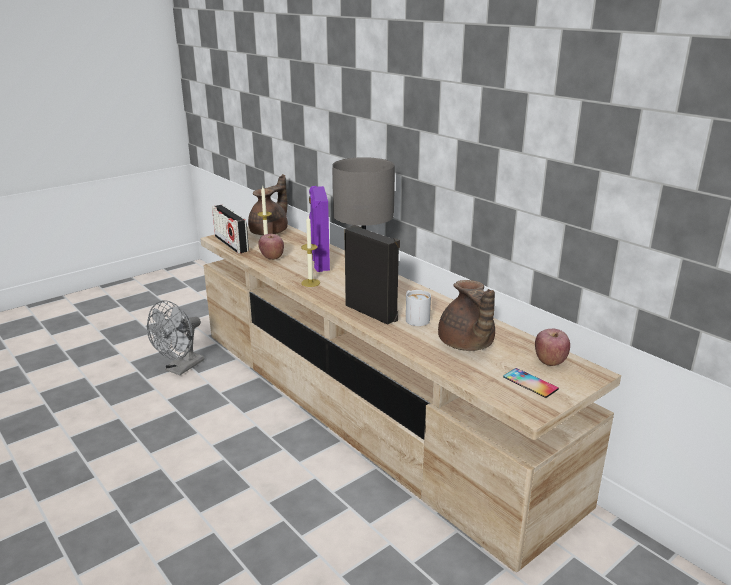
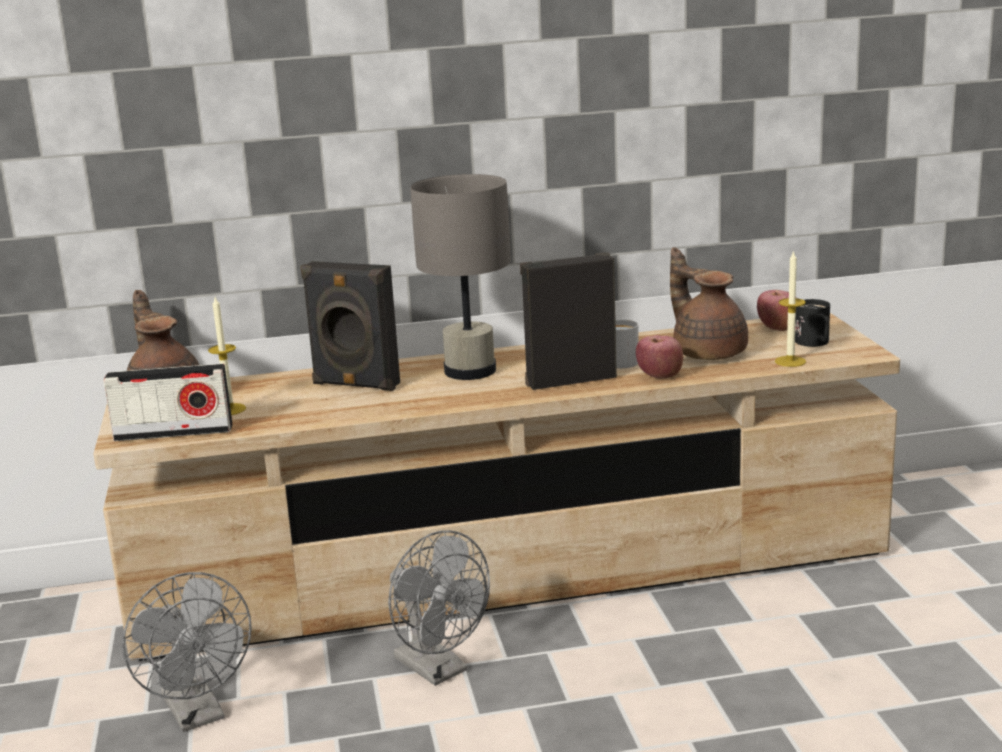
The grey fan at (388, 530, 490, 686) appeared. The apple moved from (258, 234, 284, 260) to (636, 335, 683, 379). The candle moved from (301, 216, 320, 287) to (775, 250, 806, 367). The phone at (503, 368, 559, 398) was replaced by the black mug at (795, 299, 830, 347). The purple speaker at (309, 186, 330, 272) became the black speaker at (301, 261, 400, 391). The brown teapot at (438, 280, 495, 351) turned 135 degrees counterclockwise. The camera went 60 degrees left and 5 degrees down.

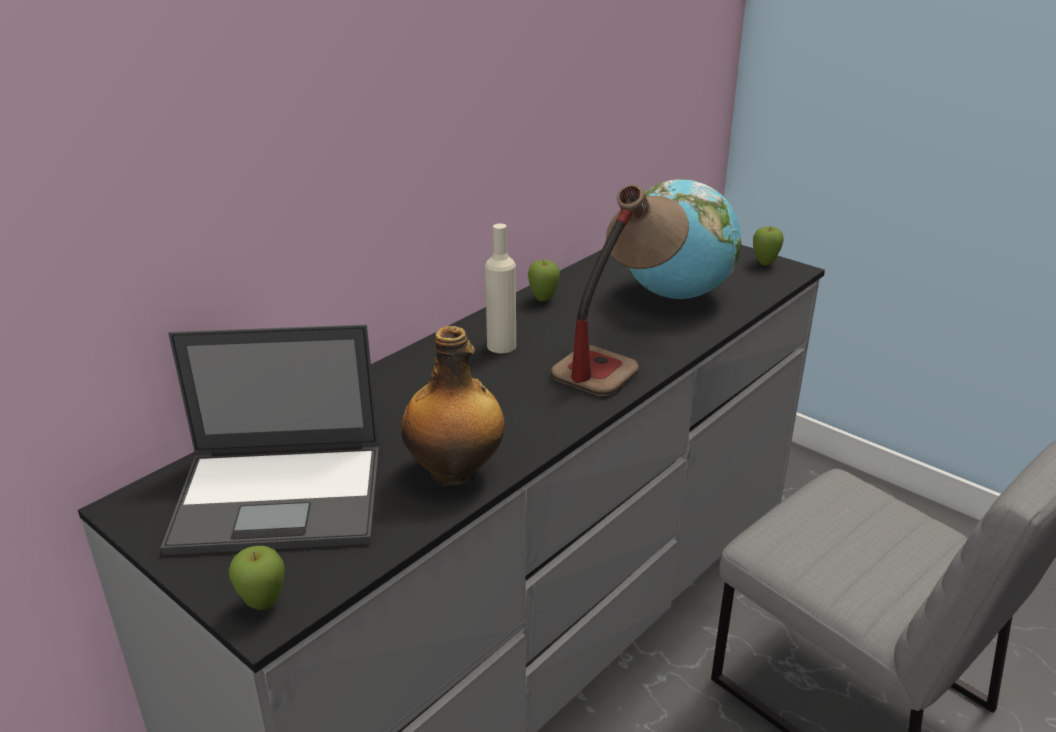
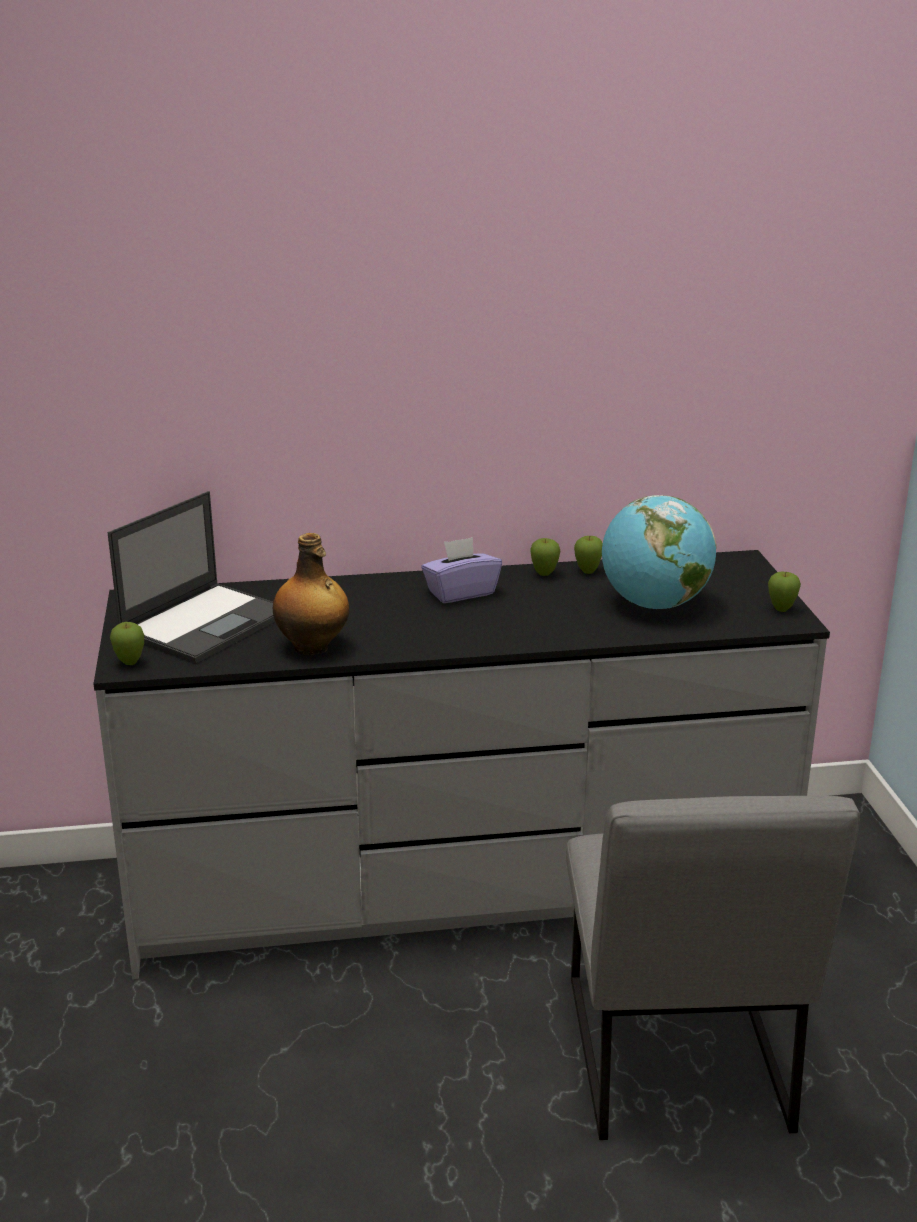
The table lamp at (551, 185, 689, 396) disappeared. The apple at (574, 536, 603, 574) appeared. The beige bottle at (485, 223, 516, 353) was replaced by the purple tissue box at (421, 537, 502, 603). The laptop at (161, 324, 379, 555) turned 90 degrees counterclockwise. The camera went 40 degrees right and 5 degrees down.

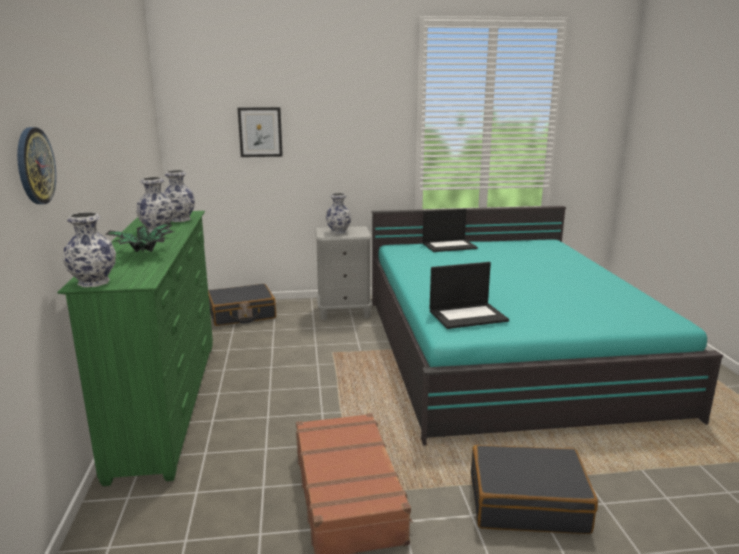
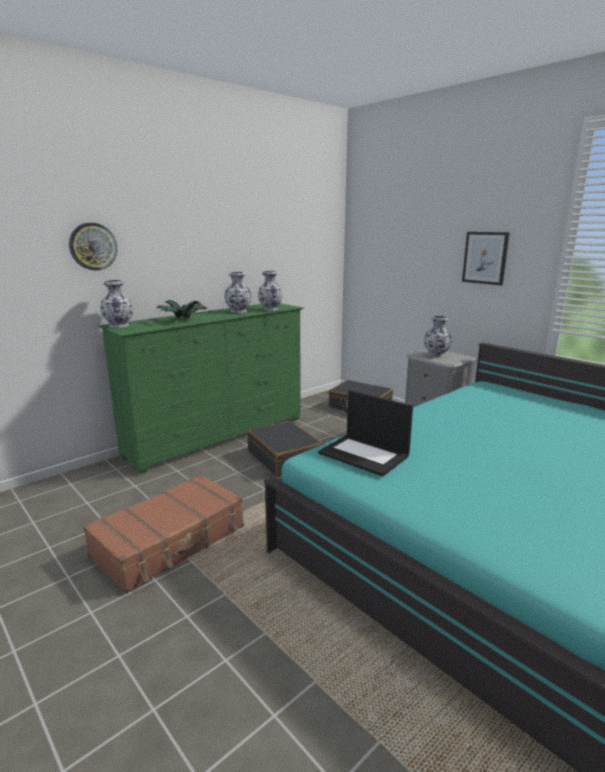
The laptop at (423, 209, 478, 252) disappeared. The picture moved from (238, 107, 283, 157) to (462, 232, 510, 286). The black suitcase moved from (471, 445, 598, 534) to (247, 421, 322, 477). The camera went 55 degrees right and 0 degrees up.

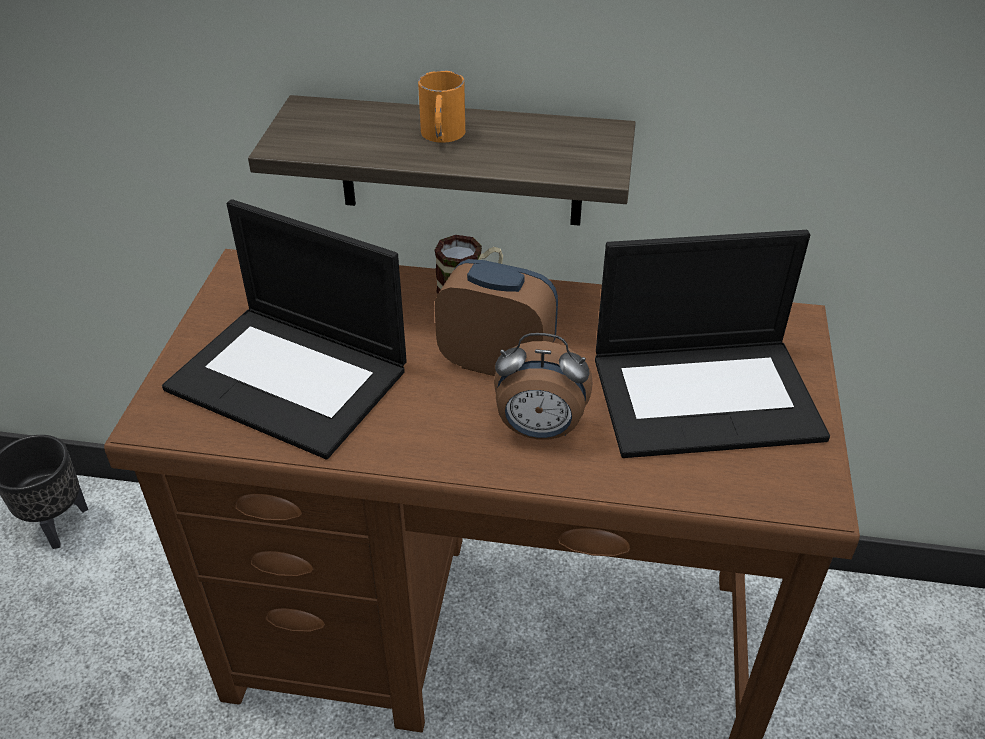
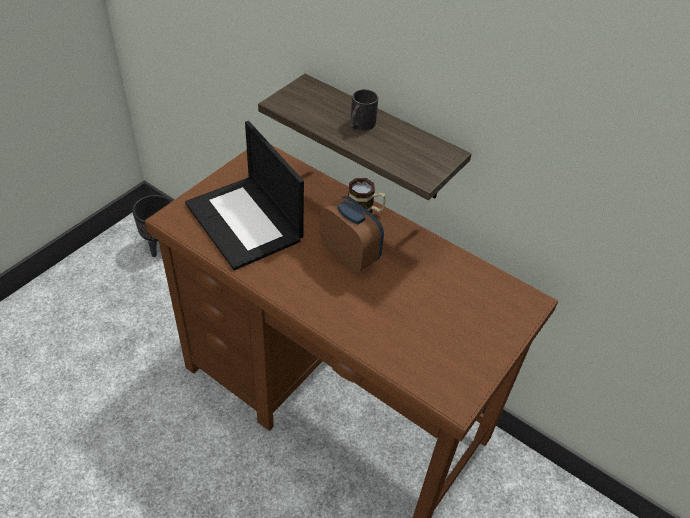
The alarm clock at (494, 333, 592, 440) disappeared. The laptop at (595, 230, 830, 458) disappeared. The orange mug at (418, 71, 465, 143) became the black mug at (350, 89, 378, 131). The camera went 25 degrees right and 5 degrees up.

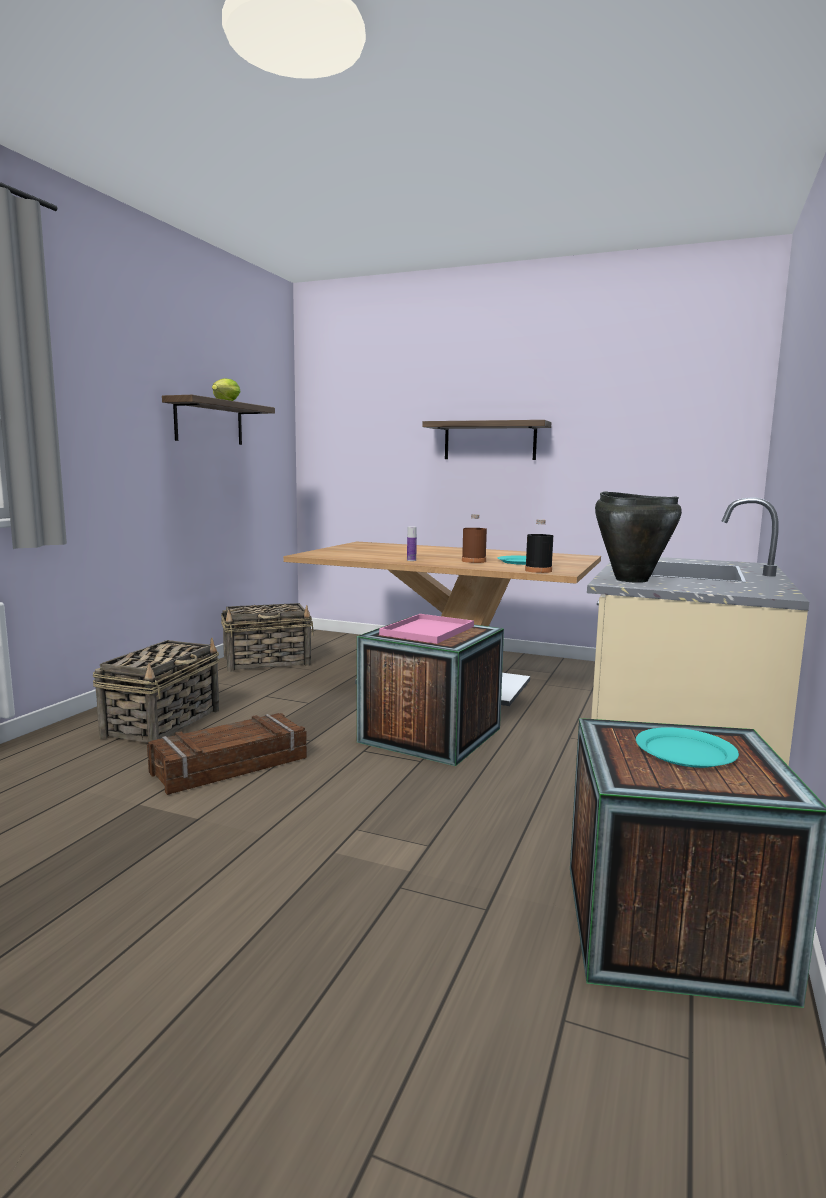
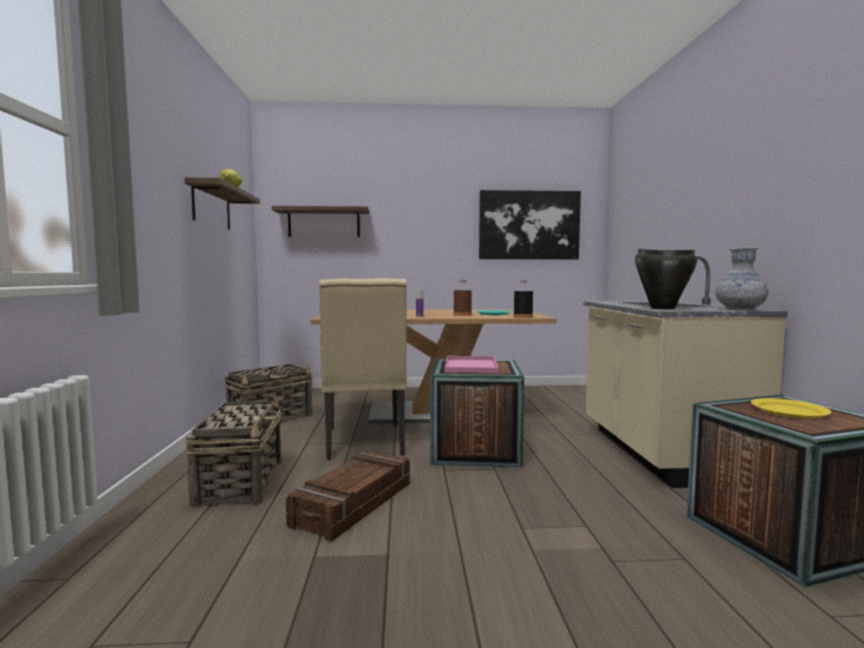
The beige chair at (319, 278, 407, 460) appeared. The picture at (479, 190, 581, 259) appeared. The vase at (716, 247, 769, 310) appeared. The shelf moved from (423, 420, 551, 460) to (271, 206, 370, 237). The turquoise plate at (636, 727, 739, 768) became the yellow plate at (751, 398, 831, 419). The camera went 25 degrees left and 5 degrees down.

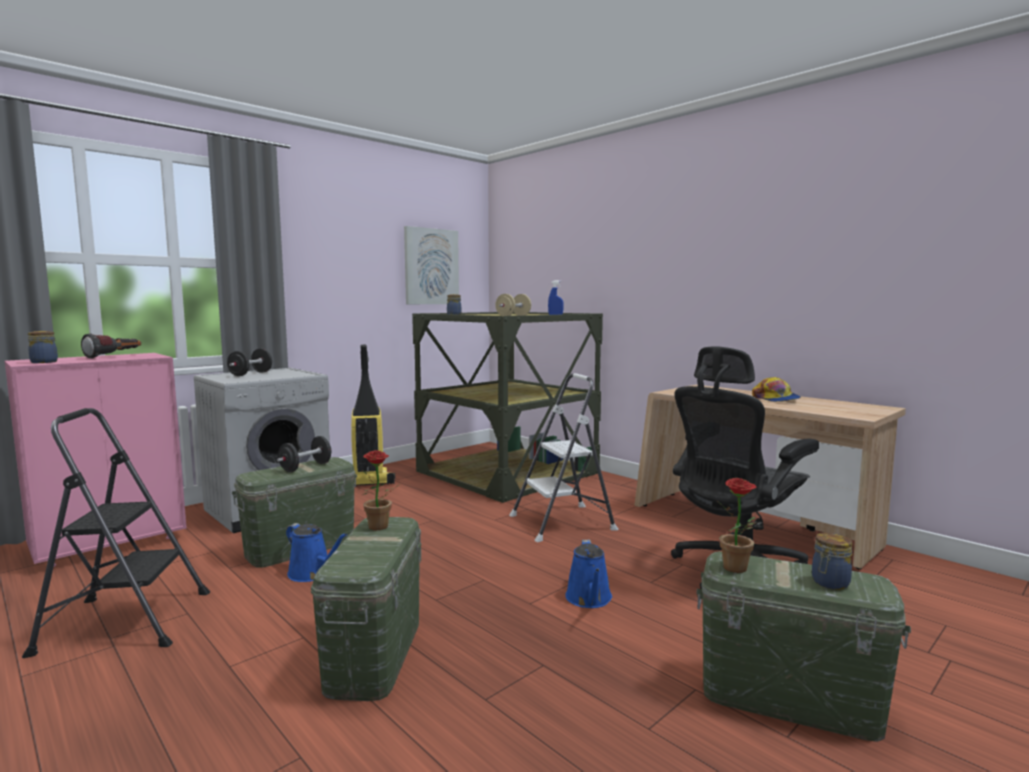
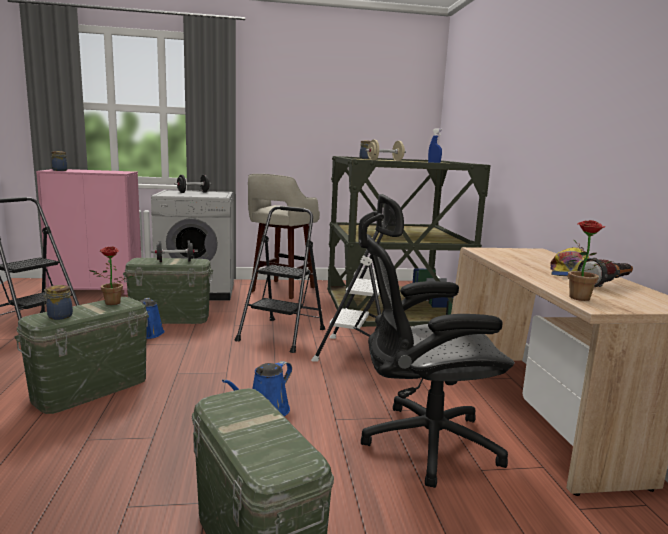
The picture at (404, 226, 459, 304) disappeared. The black step ladder at (234, 206, 325, 353) appeared. The flashlight moved from (81, 334, 141, 359) to (577, 258, 633, 287). The potted plant moved from (717, 478, 758, 573) to (568, 220, 612, 301). The jar moved from (812, 533, 853, 590) to (44, 285, 73, 320). The vacuum cleaner at (351, 344, 395, 486) was replaced by the beige stool at (248, 174, 320, 299). The camera went 35 degrees right and 5 degrees up.

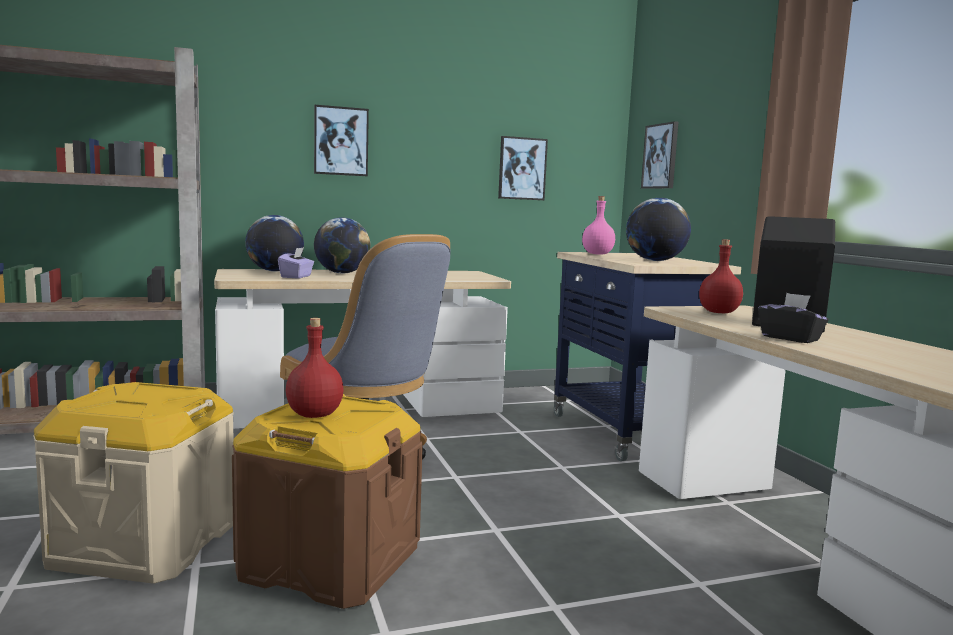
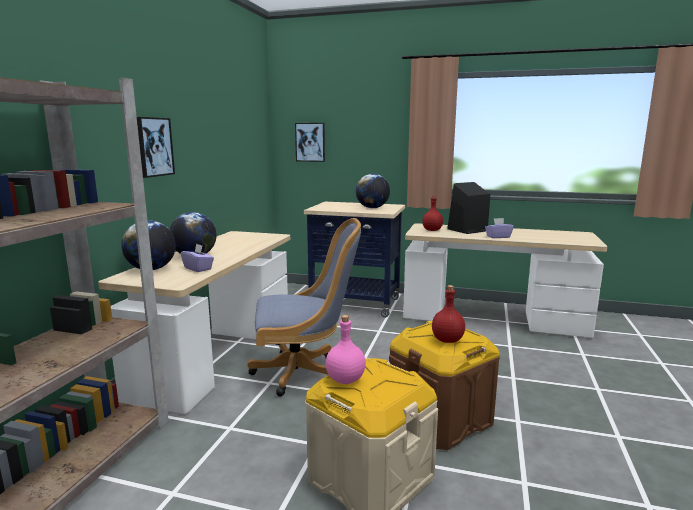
The picture at (498, 136, 548, 200) disappeared. The pink bottle moved from (582, 196, 615, 255) to (326, 315, 366, 384). The black tissue box at (758, 293, 828, 343) became the purple tissue box at (485, 218, 514, 238). The camera went 55 degrees left and 5 degrees up.

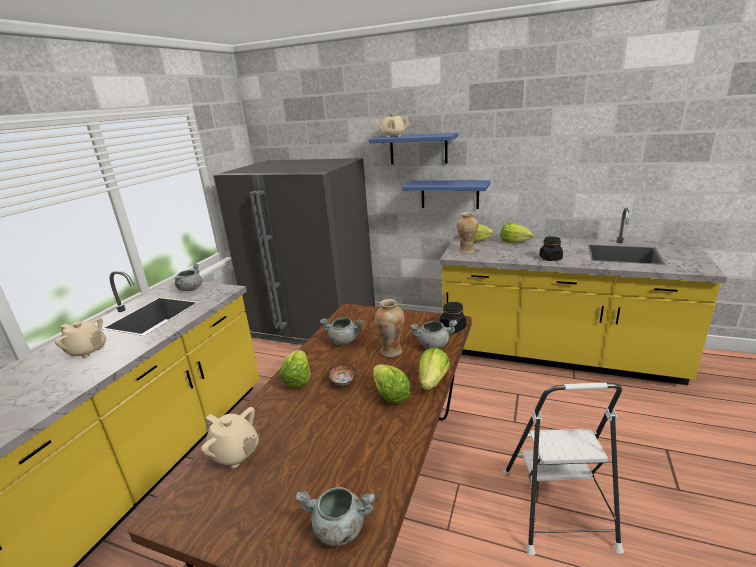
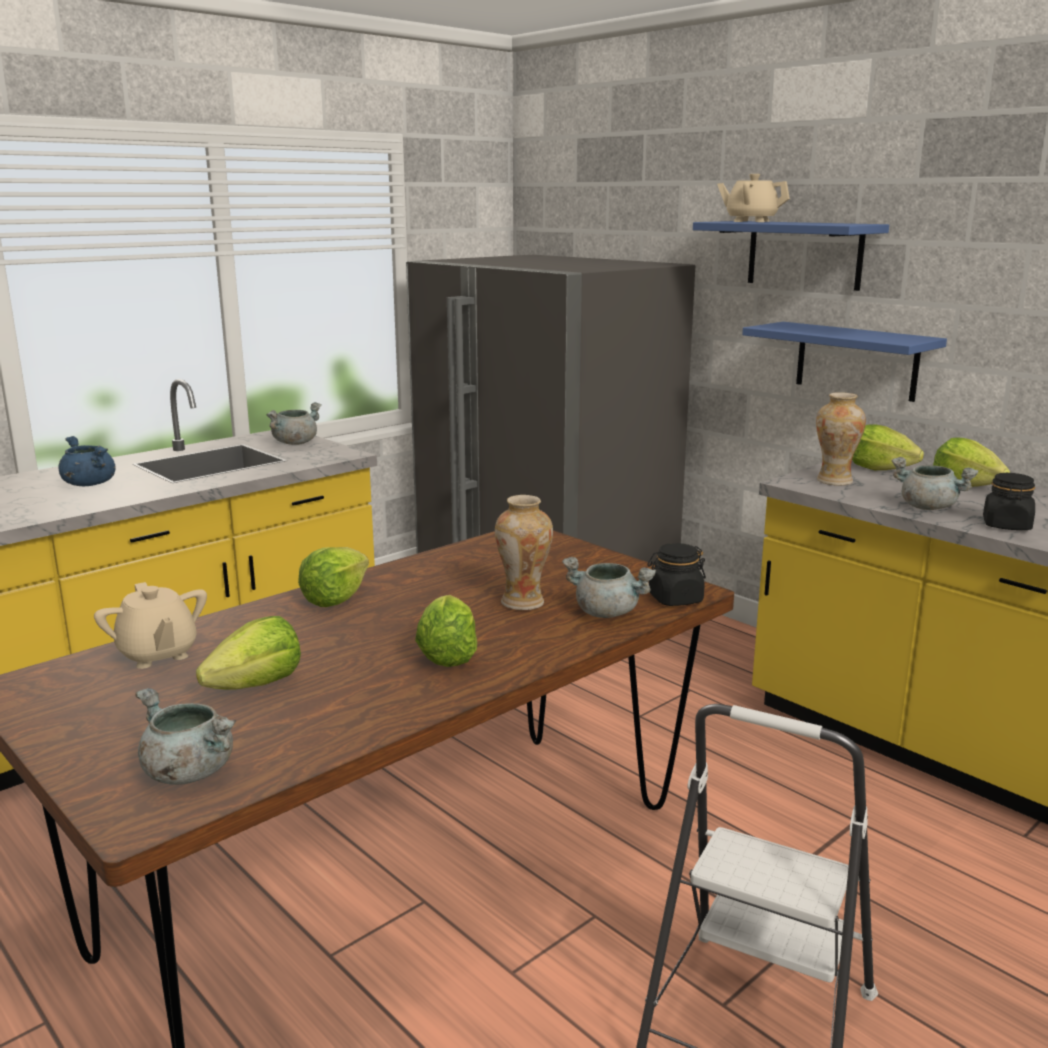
The bowl at (328, 364, 357, 385) disappeared. The grey cooking pot moved from (320, 318, 364, 345) to (892, 457, 978, 510). The lettuce moved from (419, 348, 450, 391) to (196, 616, 301, 690). The beige teapot at (55, 317, 106, 359) was replaced by the blue cooking pot at (59, 436, 116, 486). The camera went 25 degrees right and 5 degrees down.

